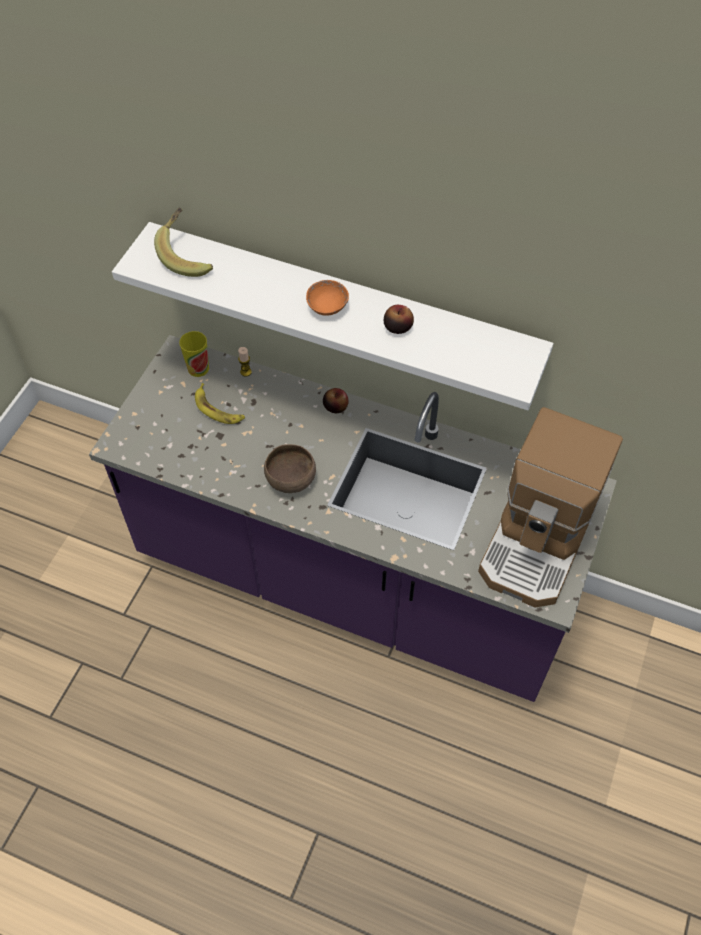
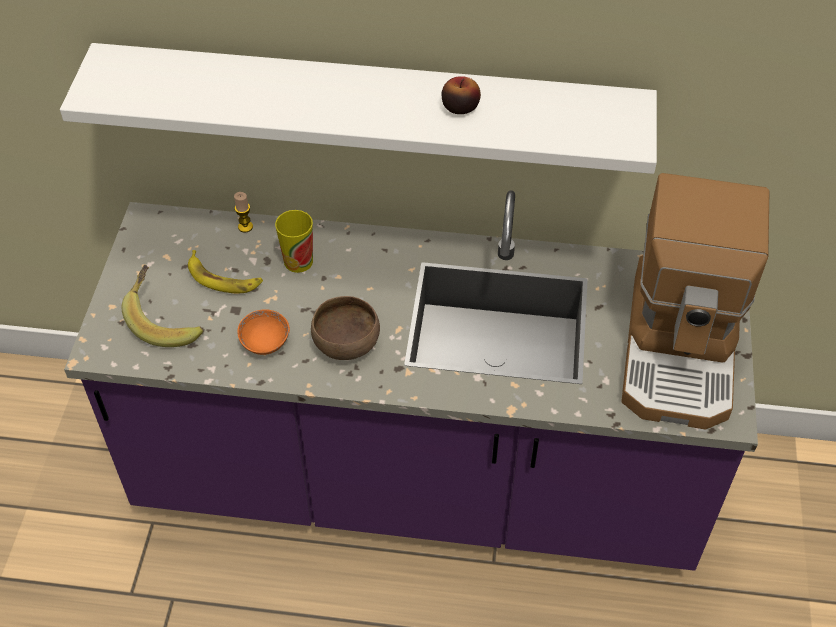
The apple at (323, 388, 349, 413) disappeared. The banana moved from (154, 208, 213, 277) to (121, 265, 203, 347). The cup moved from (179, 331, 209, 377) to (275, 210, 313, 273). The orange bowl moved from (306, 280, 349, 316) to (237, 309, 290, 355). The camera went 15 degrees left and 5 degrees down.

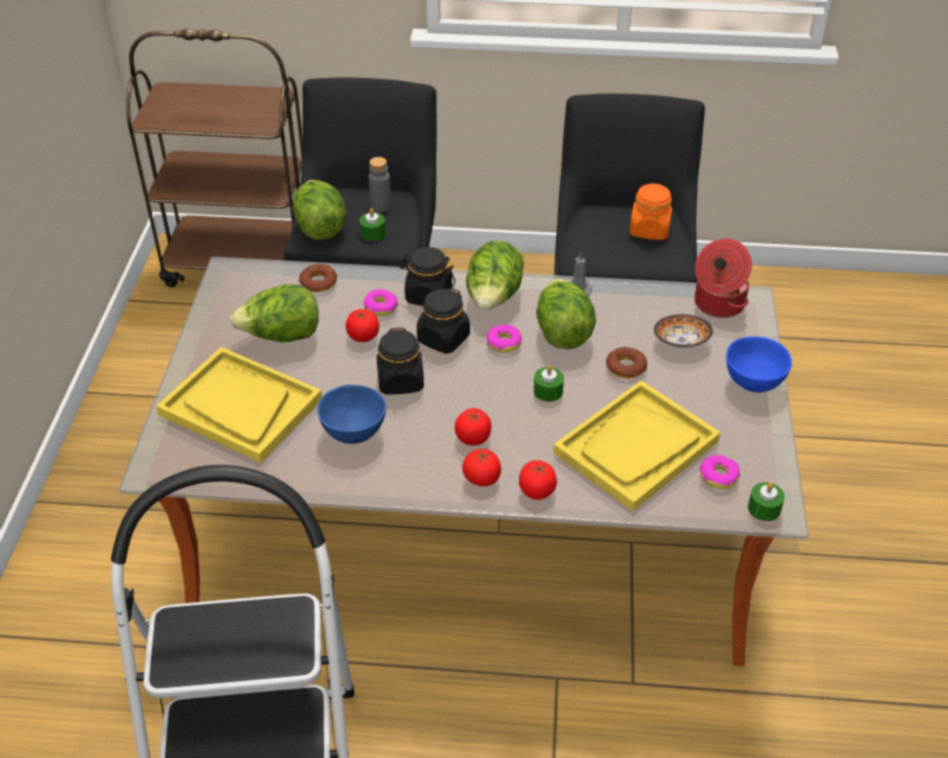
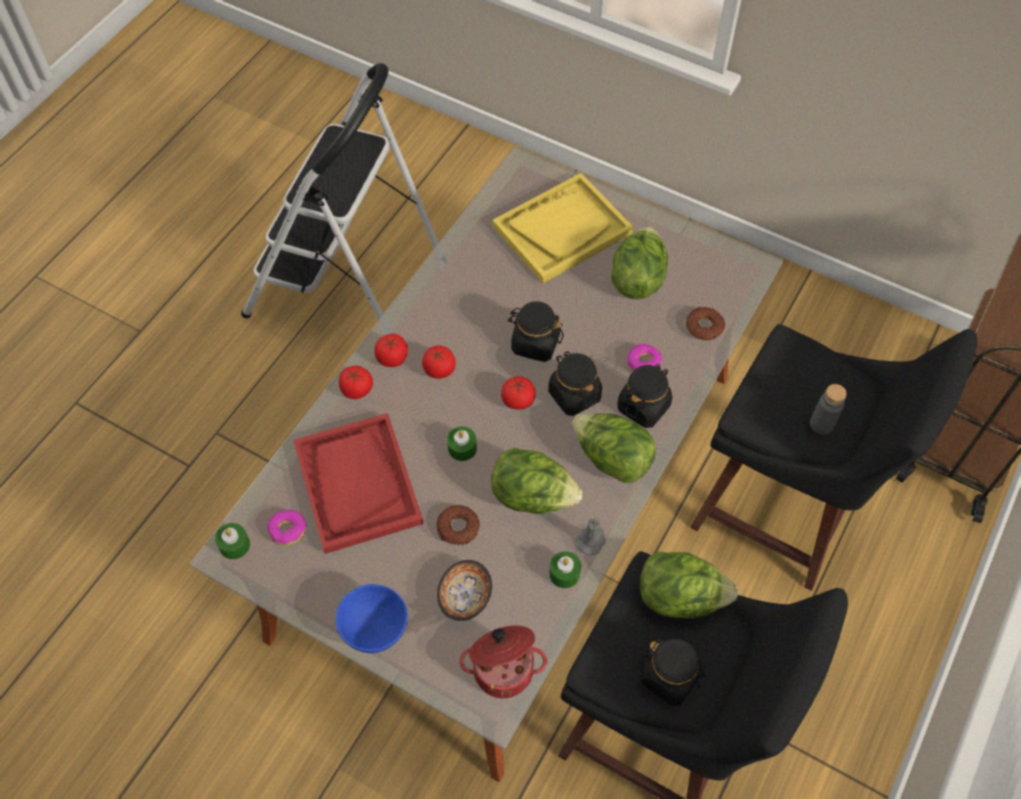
The blue bowl at (317, 385, 386, 444) disappeared. The donut at (486, 325, 522, 353) disappeared. The lettuce moved from (292, 180, 347, 240) to (640, 552, 738, 618). The tomato moved from (346, 309, 379, 342) to (501, 376, 536, 410). The green candle moved from (359, 208, 386, 241) to (549, 551, 581, 588). The yellow tray at (553, 381, 721, 511) became the red tray at (293, 413, 423, 554). The orange jar at (630, 183, 672, 240) became the black jar at (640, 638, 707, 706). The camera went 115 degrees right and 15 degrees up.

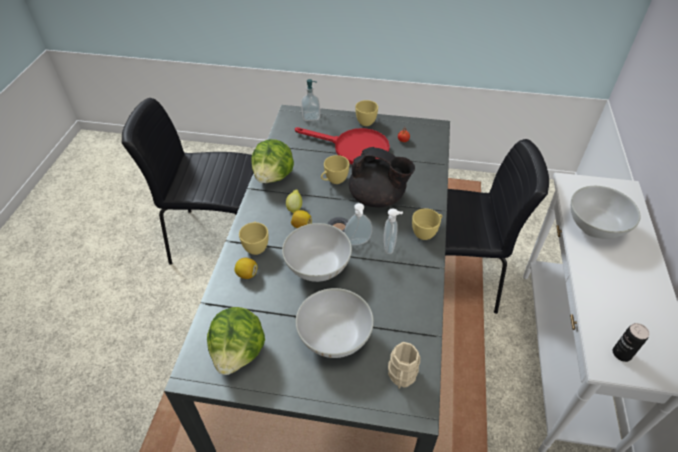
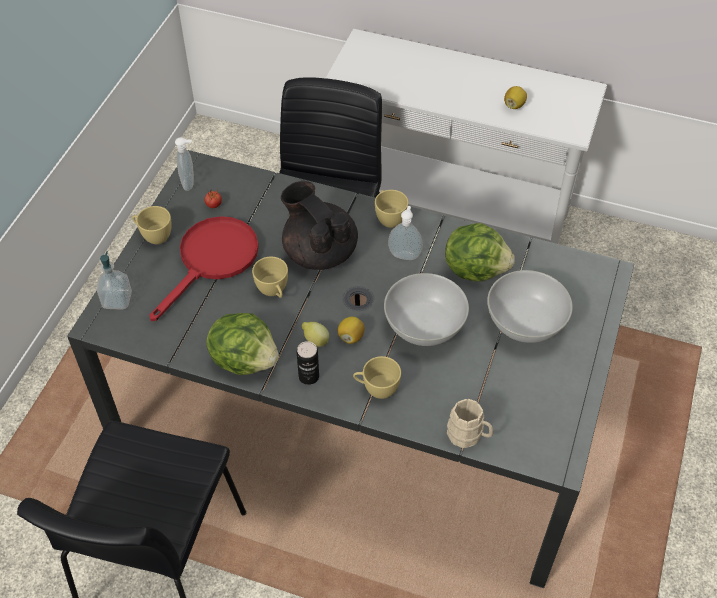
The white bowl at (571, 186, 641, 239) disappeared. The lettuce moved from (207, 307, 265, 375) to (445, 223, 515, 282). The lemon moved from (234, 258, 258, 279) to (504, 86, 527, 109). The soap dispenser moved from (344, 203, 372, 245) to (175, 137, 194, 191). The beige mug moved from (388, 342, 420, 389) to (447, 399, 493, 448). The can moved from (613, 323, 650, 362) to (297, 341, 319, 385). The black teapot at (349, 147, 415, 208) turned 75 degrees counterclockwise. The camera went 80 degrees left and 5 degrees up.

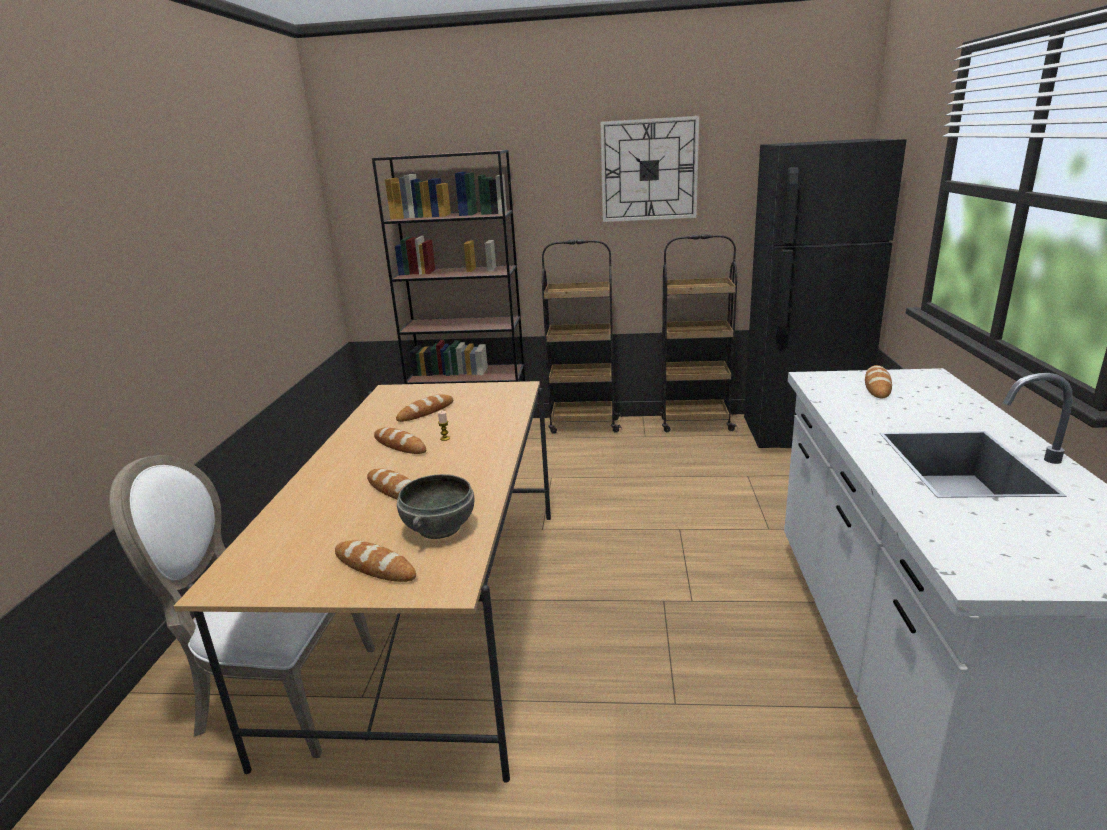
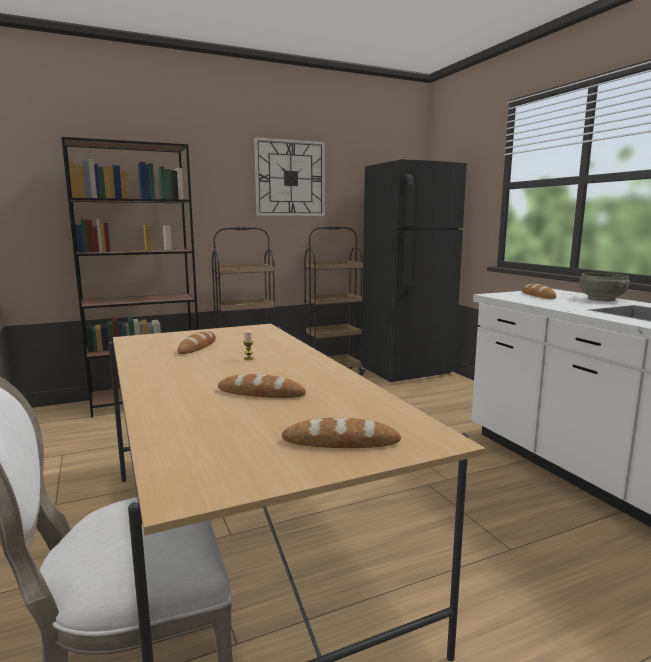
The bread at (374, 427, 426, 454) disappeared. The grey bowl moved from (397, 474, 475, 539) to (579, 273, 630, 301). The camera went 30 degrees left and 10 degrees down.

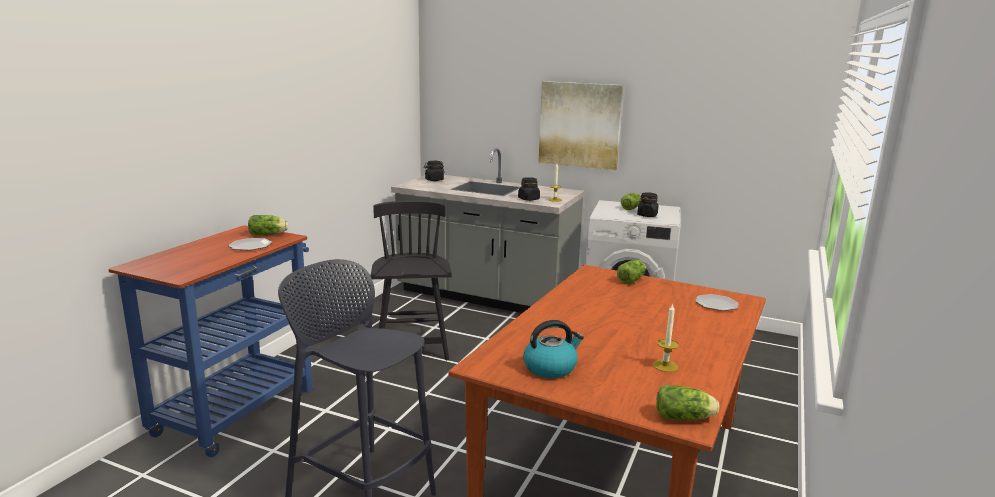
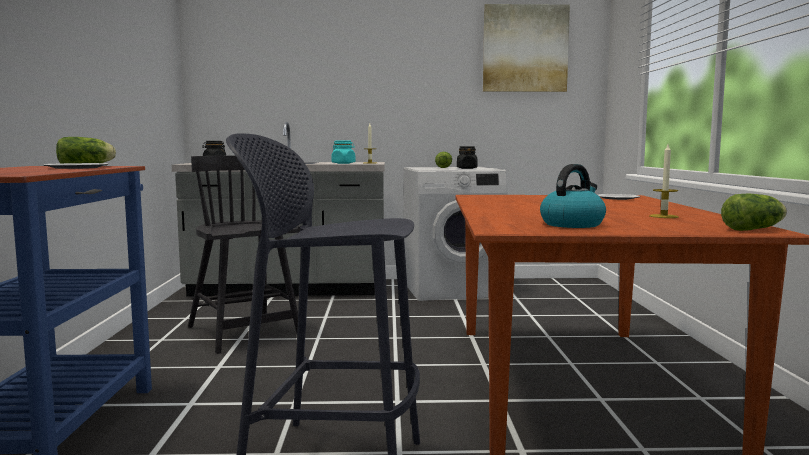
The lettuce at (617, 260, 646, 284) disappeared. The picture moved from (539, 81, 624, 170) to (483, 4, 570, 92). The black jar at (518, 177, 540, 201) became the turquoise jar at (331, 141, 355, 164). The camera went 25 degrees left and 10 degrees down.

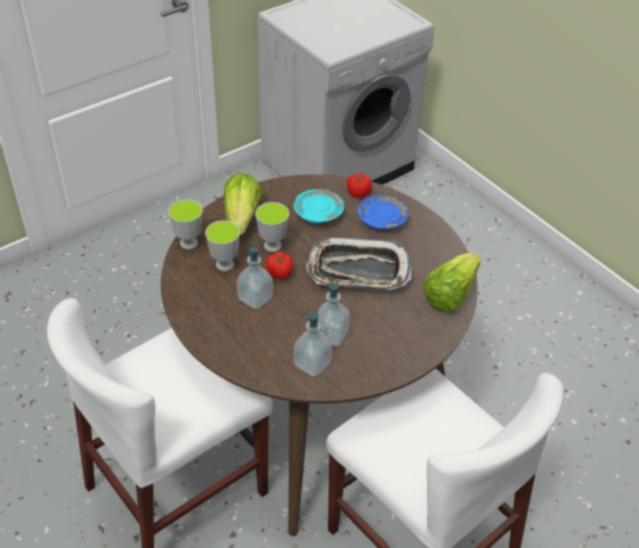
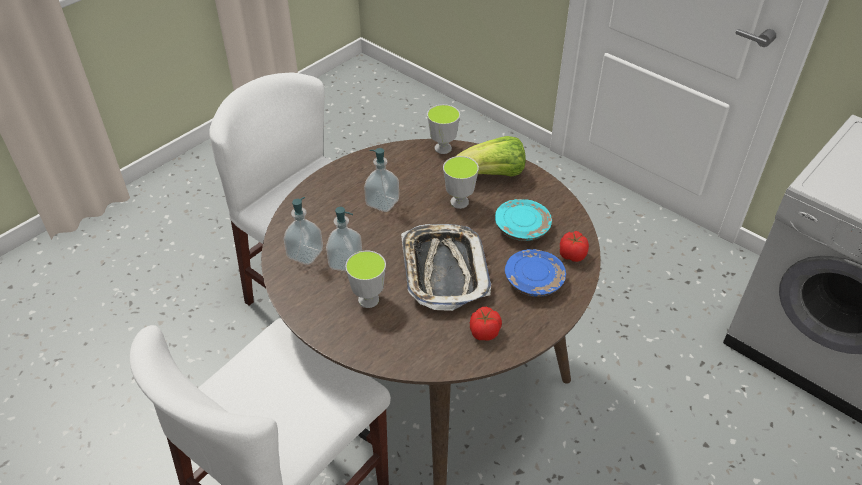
The lettuce at (423, 253, 481, 313) disappeared. The cup moved from (205, 220, 240, 271) to (345, 250, 386, 308). The tomato moved from (266, 251, 293, 279) to (470, 307, 502, 341). The camera went 80 degrees right and 0 degrees up.

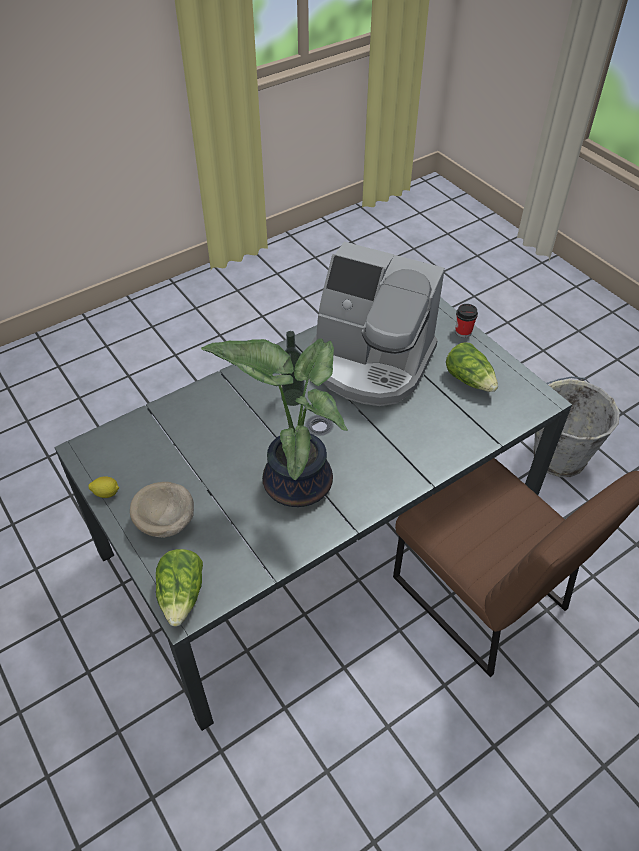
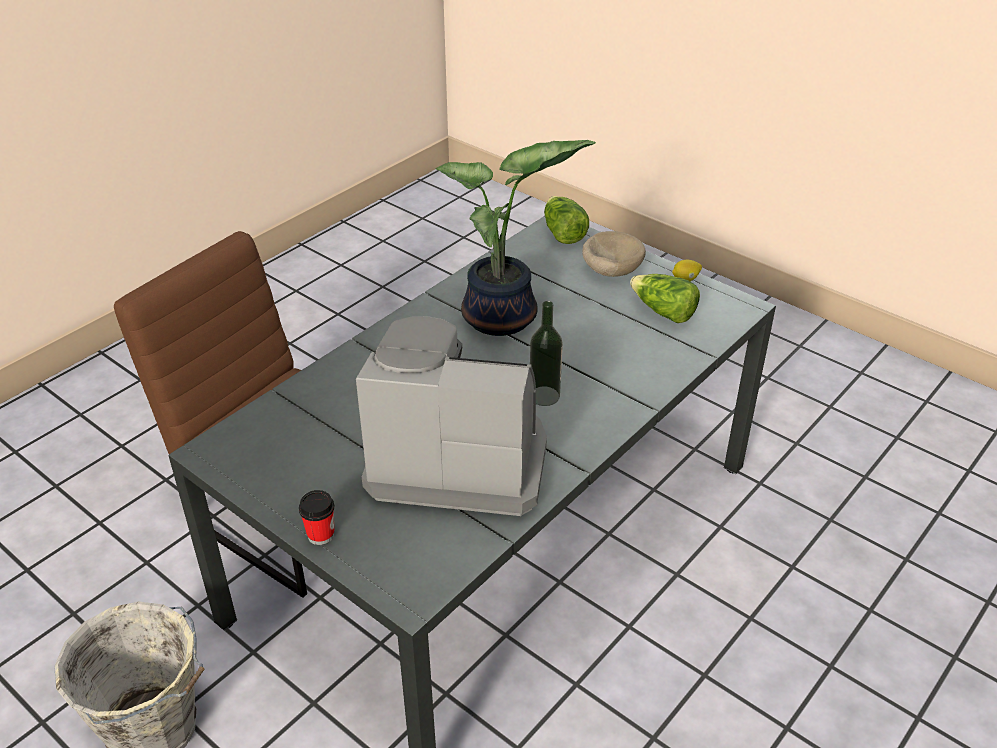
The lettuce moved from (446, 342, 498, 392) to (630, 274, 700, 323). The camera went 165 degrees right and 10 degrees down.

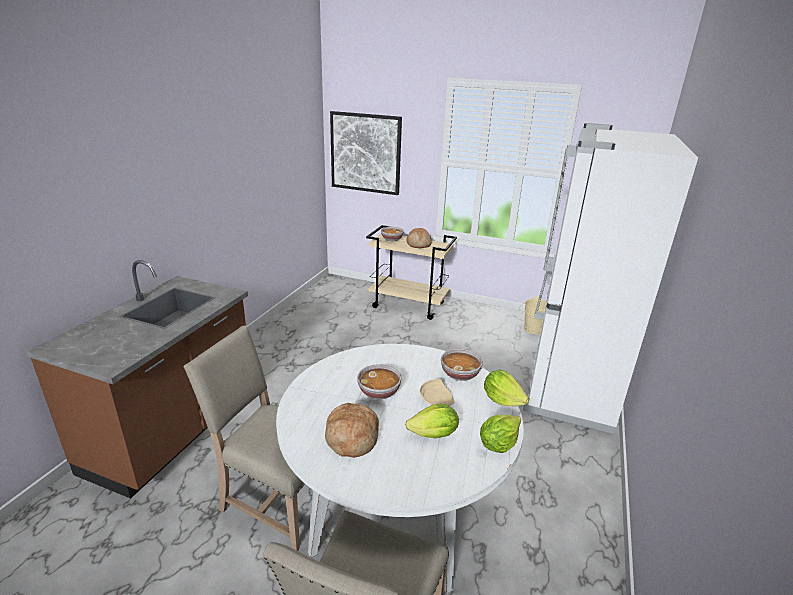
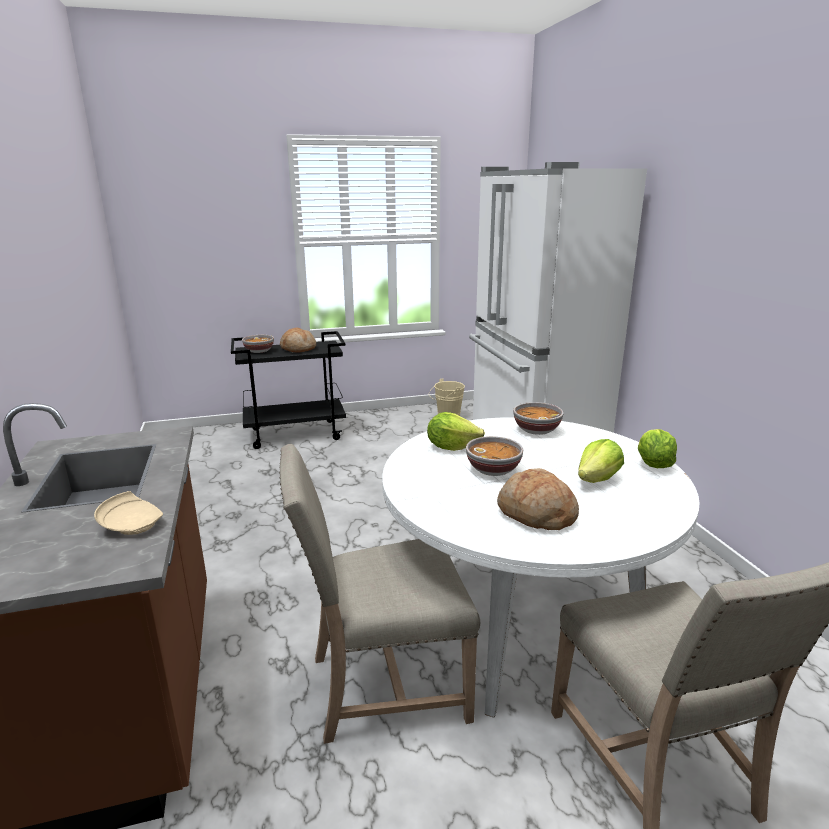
The picture at (330, 111, 402, 195) disappeared. The beige plate moved from (420, 379, 455, 406) to (94, 491, 163, 535). The lettuce moved from (484, 370, 529, 406) to (427, 412, 485, 451). The beige cart at (366, 225, 457, 320) became the black cart at (231, 331, 346, 449). The camera went 35 degrees left and 5 degrees down.

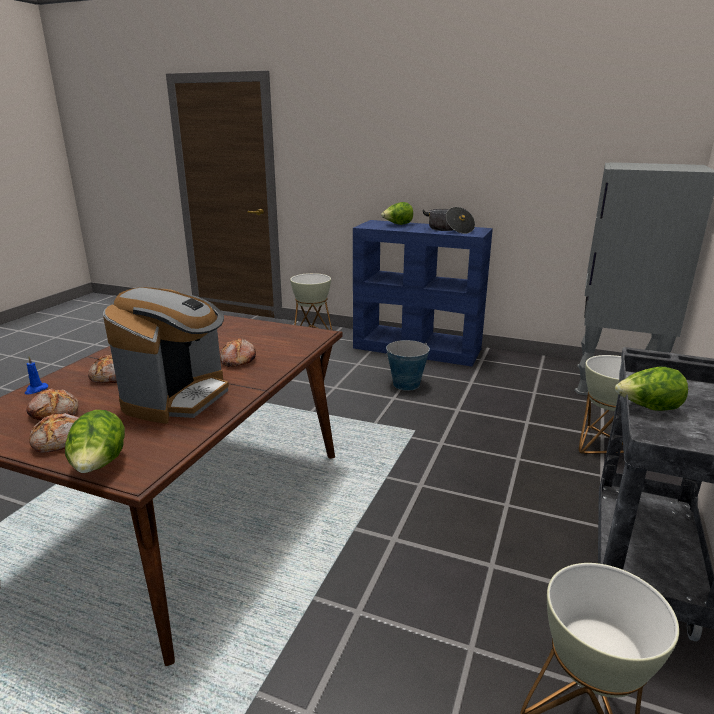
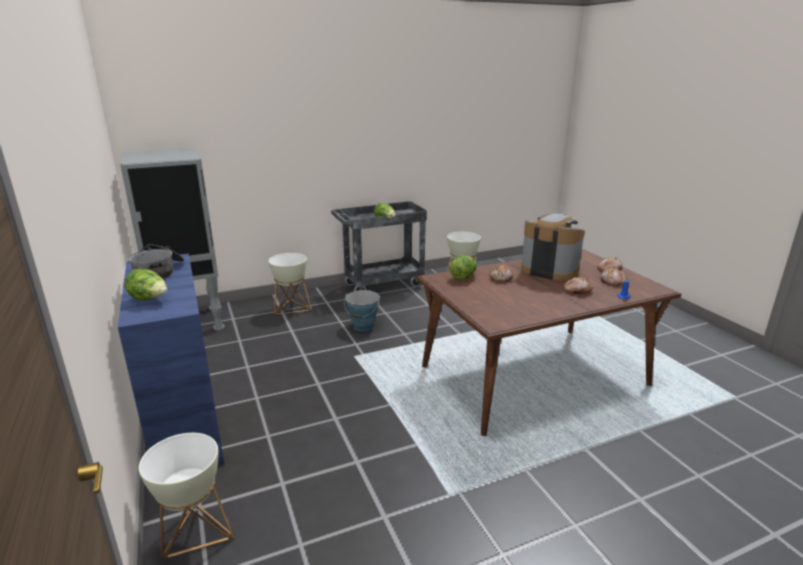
The lettuce moved from (65, 410, 125, 473) to (449, 255, 477, 280). The bucket moved from (385, 340, 430, 391) to (344, 290, 380, 331). The coffee machine at (103, 287, 229, 424) turned 60 degrees clockwise. The camera went 135 degrees left and 0 degrees up.

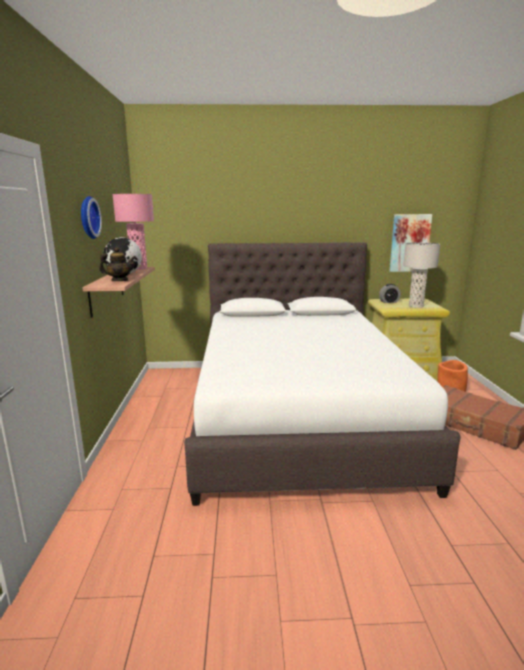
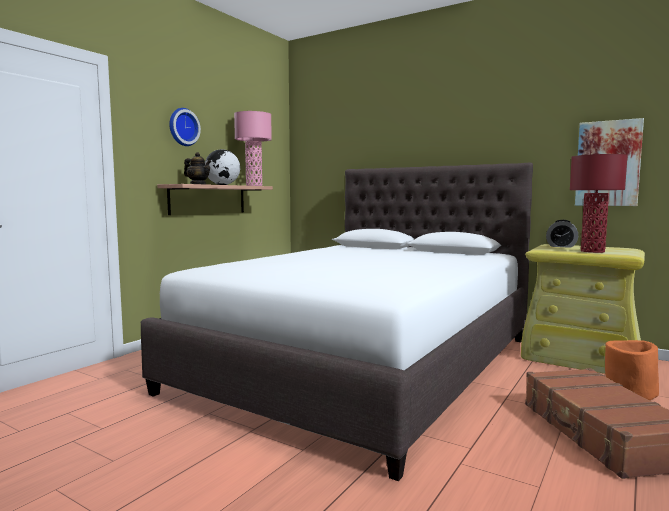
The white table lamp at (403, 242, 440, 308) became the red table lamp at (570, 154, 628, 253). The camera went 35 degrees right and 10 degrees down.

